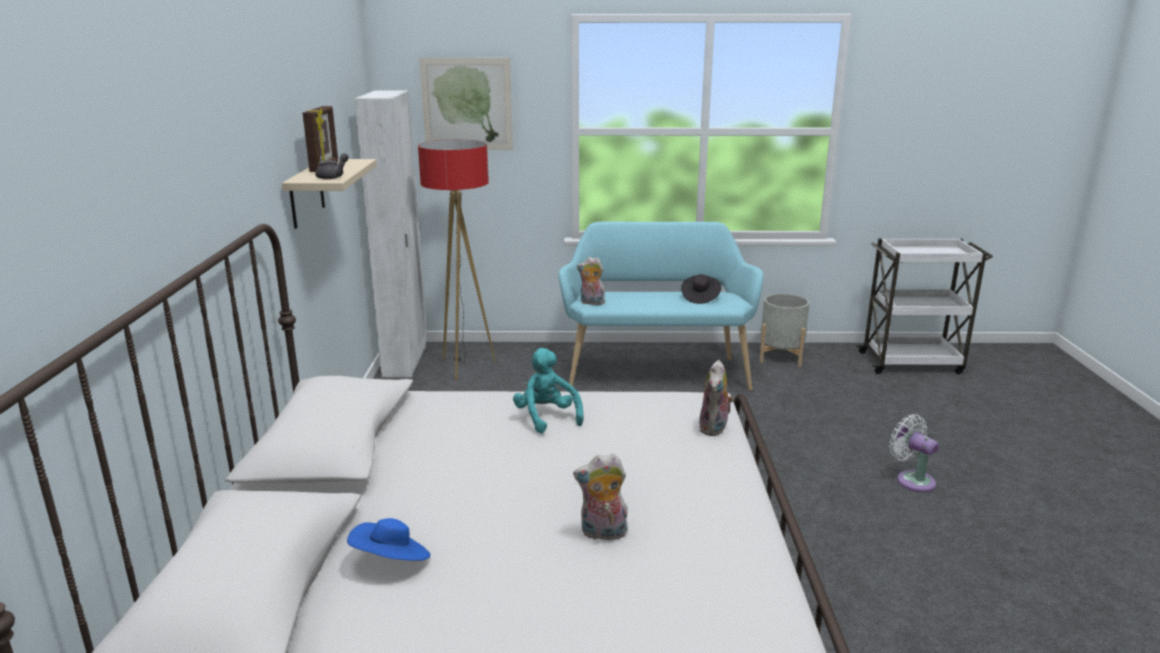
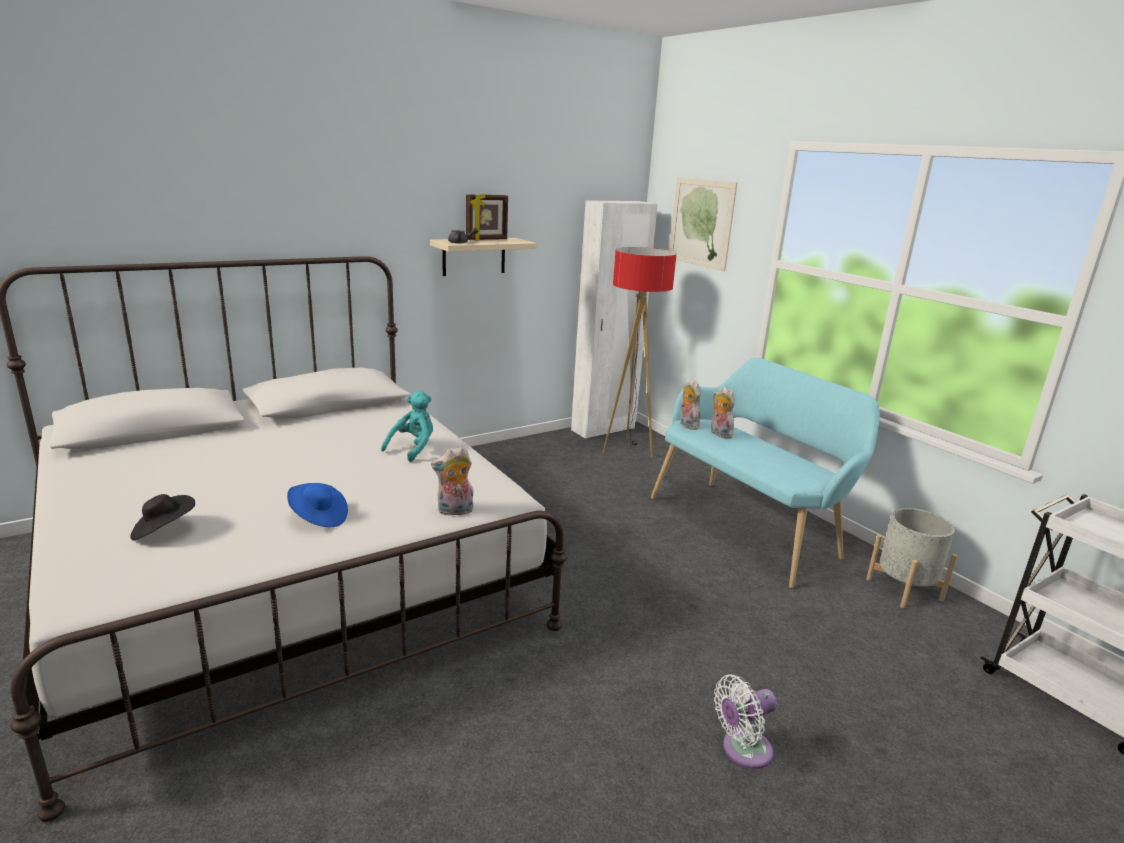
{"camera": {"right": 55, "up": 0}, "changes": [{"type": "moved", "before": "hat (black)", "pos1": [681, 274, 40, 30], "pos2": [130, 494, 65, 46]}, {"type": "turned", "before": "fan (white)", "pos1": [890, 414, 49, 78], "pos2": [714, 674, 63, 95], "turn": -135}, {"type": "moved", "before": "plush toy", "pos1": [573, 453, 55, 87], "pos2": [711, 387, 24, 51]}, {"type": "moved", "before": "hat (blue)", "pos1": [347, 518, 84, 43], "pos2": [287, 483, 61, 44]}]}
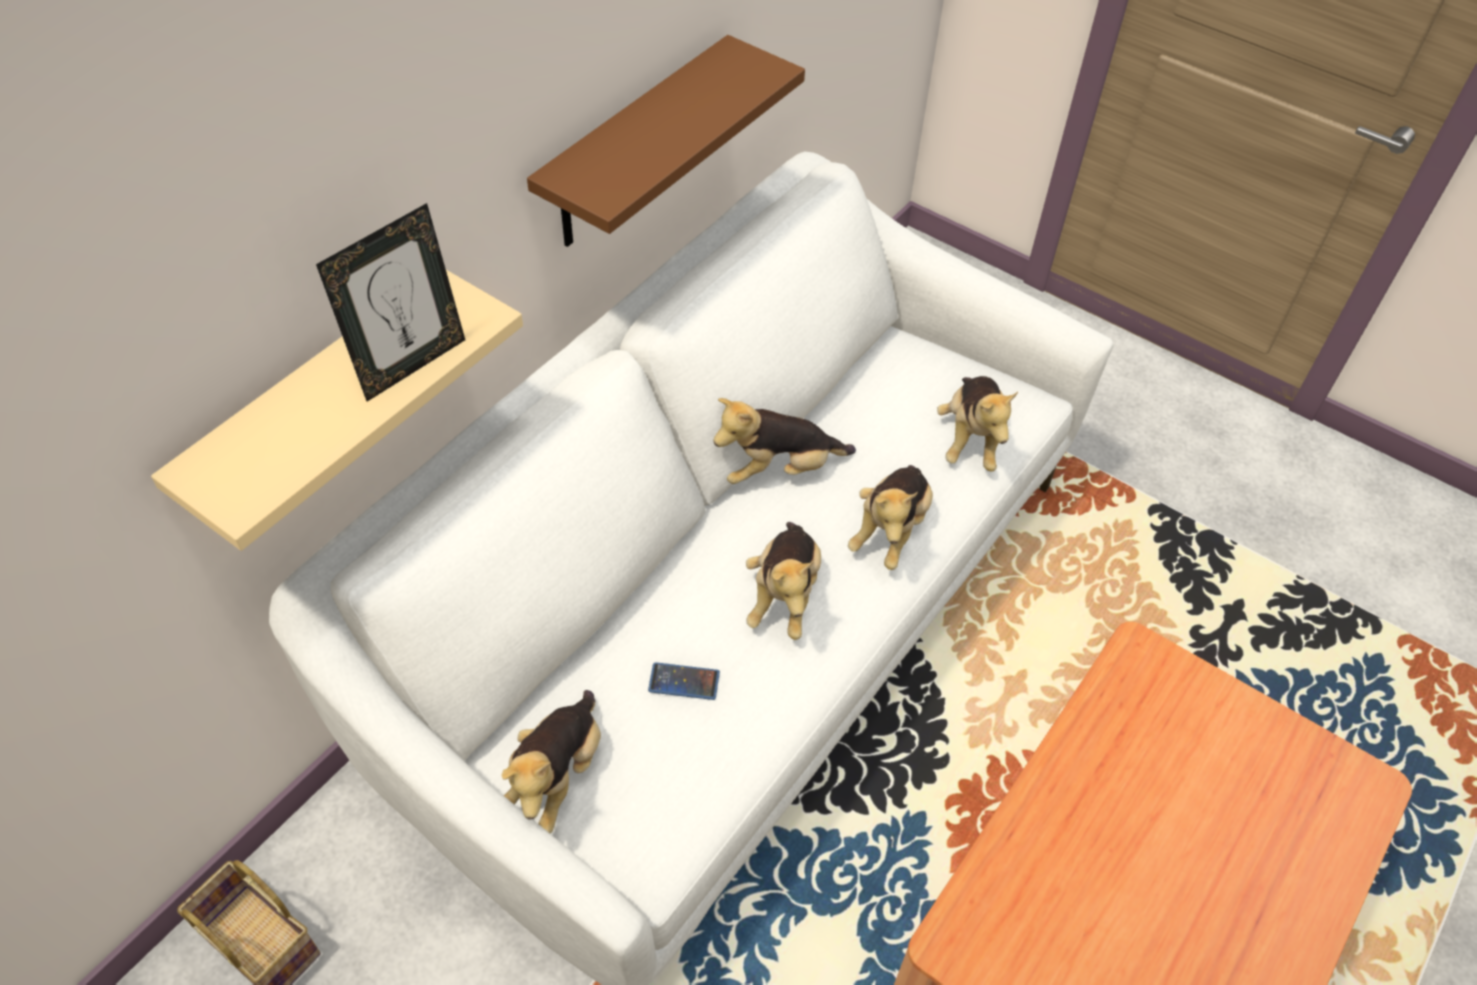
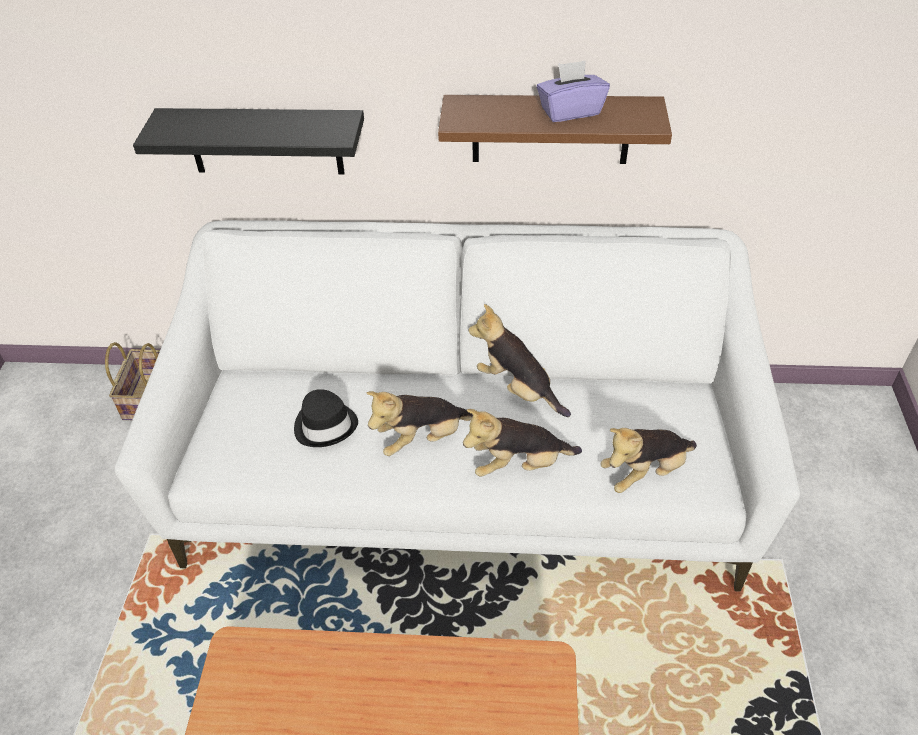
{"camera": {"right": 60, "up": -5}, "changes": [{"type": "removed", "before": "picture frame", "pos1": [316, 203, 149, 198]}, {"type": "recoloured", "before": "shelf (beige)", "after": "shelf (black)", "pos1": [151, 270, 372, 281], "pos2": [133, 108, 231, 67]}, {"type": "replaced", "before": "phone", "after": "hat (black)", "pos1": [648, 662, 72, 38], "pos2": [294, 389, 64, 58]}, {"type": "removed", "before": "plush toy", "pos1": [502, 690, 99, 143]}, {"type": "added", "after": "tissue box (purple)", "pos2": [537, 60, 73, 62]}]}
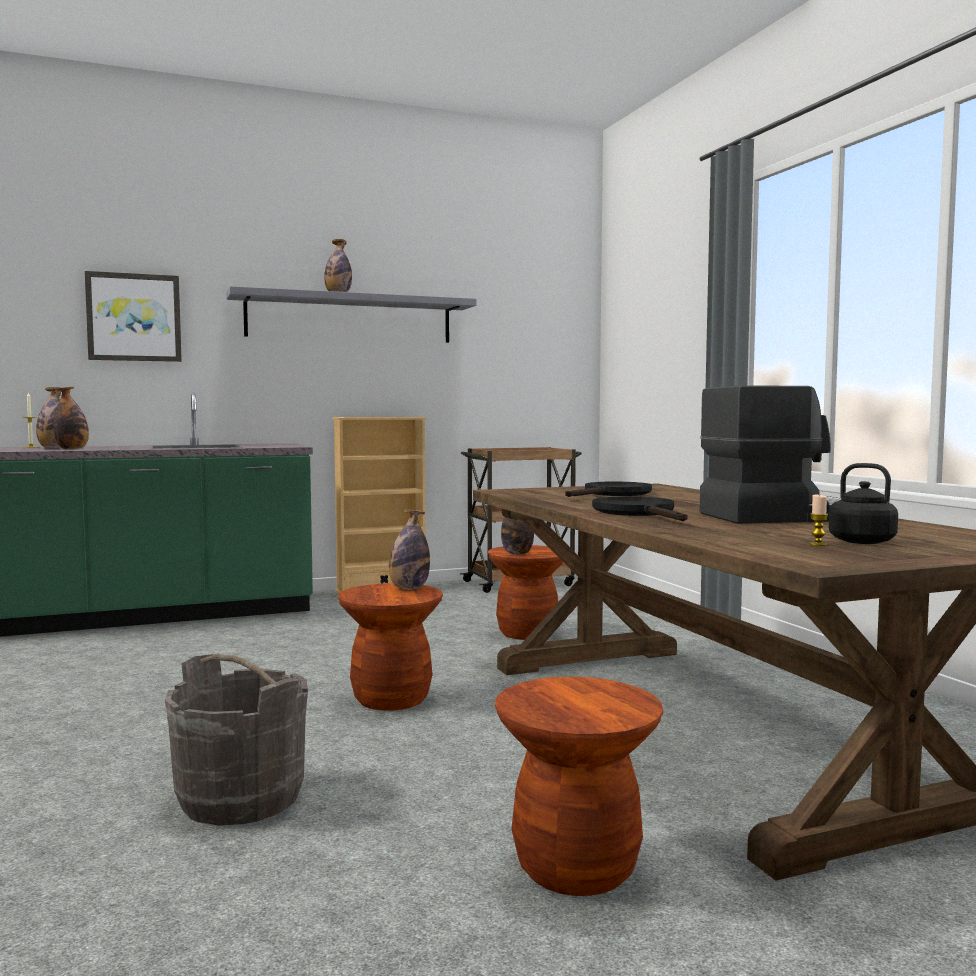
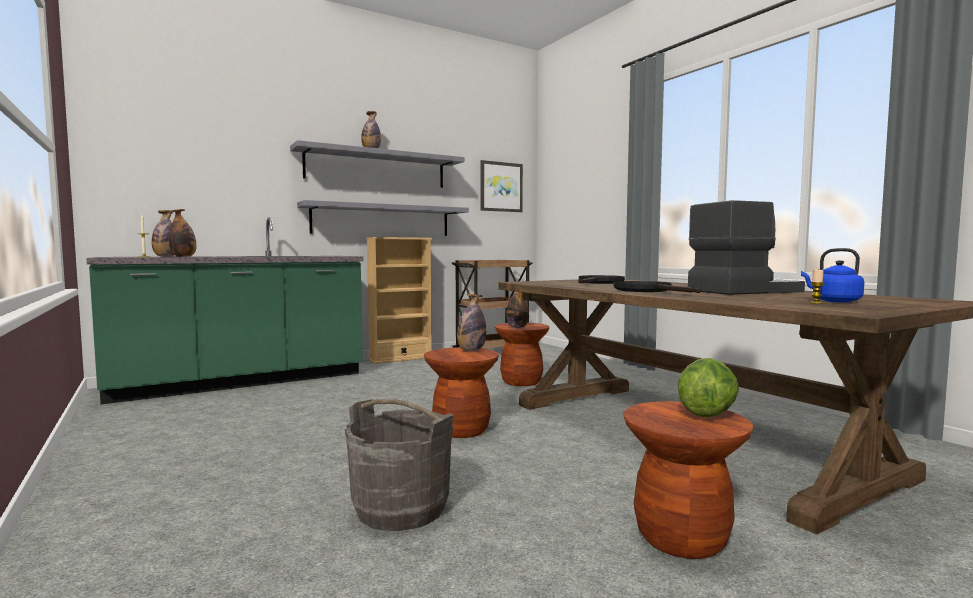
{"camera": {"right": -10, "up": 0}, "changes": [{"type": "moved", "before": "picture", "pos1": [85, 271, 97, 91], "pos2": [480, 160, 43, 52]}, {"type": "recoloured", "before": "kettle (black)", "after": "kettle (blue)", "pos1": [818, 463, 80, 81], "pos2": [801, 248, 63, 54]}, {"type": "added", "after": "shelf (grey)", "pos2": [297, 200, 172, 36]}, {"type": "added", "after": "lettuce", "pos2": [677, 358, 62, 59]}]}
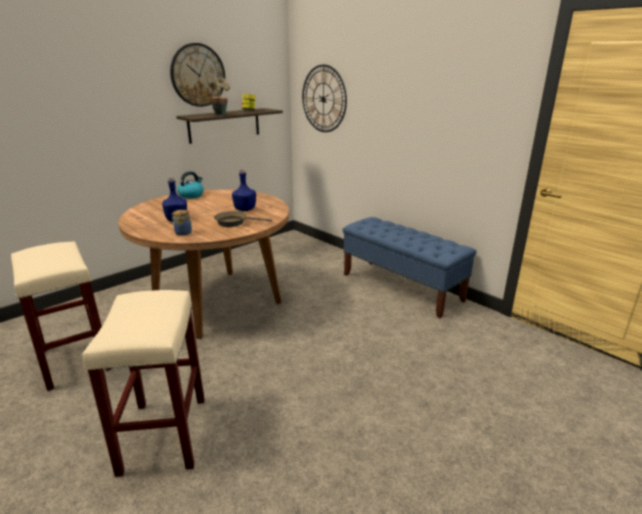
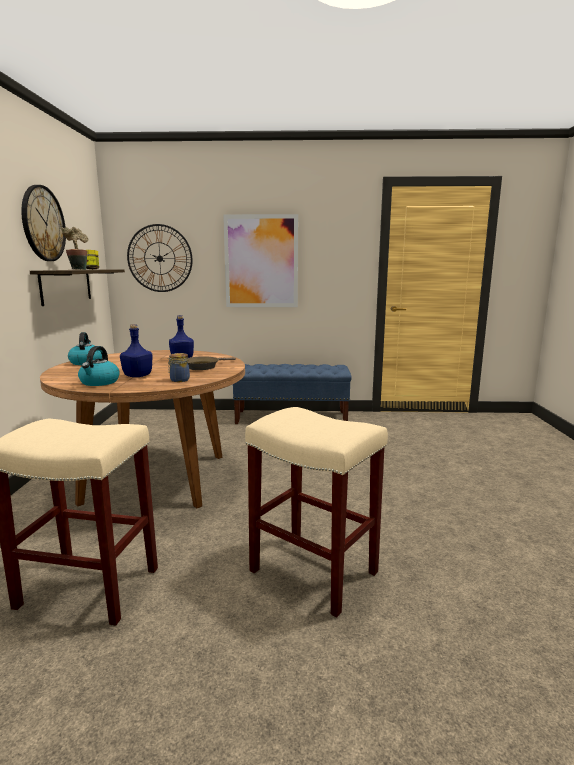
{"camera": {"right": -45, "up": -10}, "changes": [{"type": "added", "after": "picture", "pos2": [223, 214, 75, 93]}, {"type": "added", "after": "kettle", "pos2": [78, 346, 42, 40]}]}
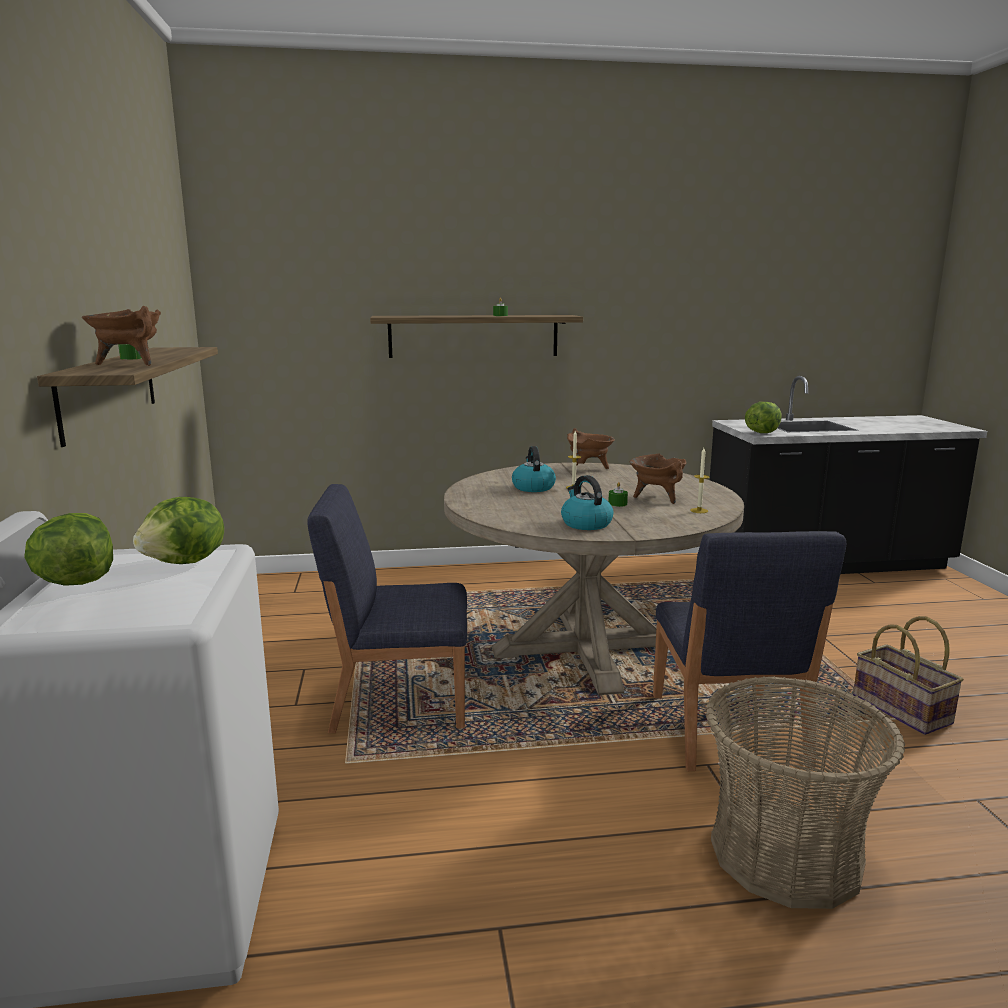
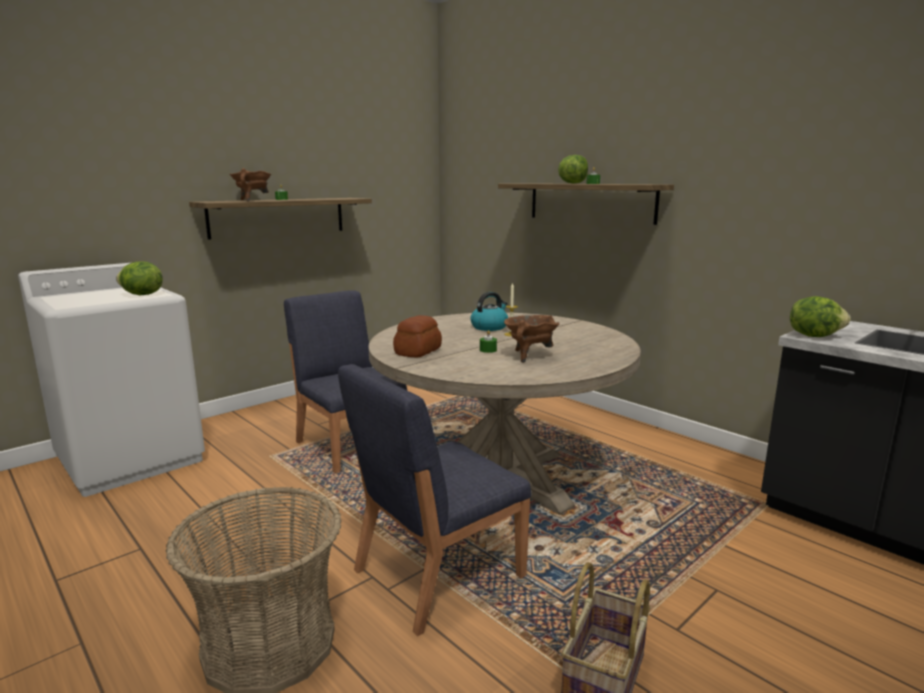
{"camera": {"right": 55, "up": 0}, "changes": [{"type": "removed", "before": "cooking pot (brown)", "pos1": [567, 428, 48, 41]}, {"type": "removed", "before": "candle", "pos1": [690, 448, 19, 65]}, {"type": "replaced", "before": "kettle", "after": "bread", "pos1": [561, 475, 52, 55], "pos2": [393, 315, 49, 42]}, {"type": "moved", "before": "lettuce", "pos1": [24, 513, 89, 73], "pos2": [558, 155, 30, 29]}]}
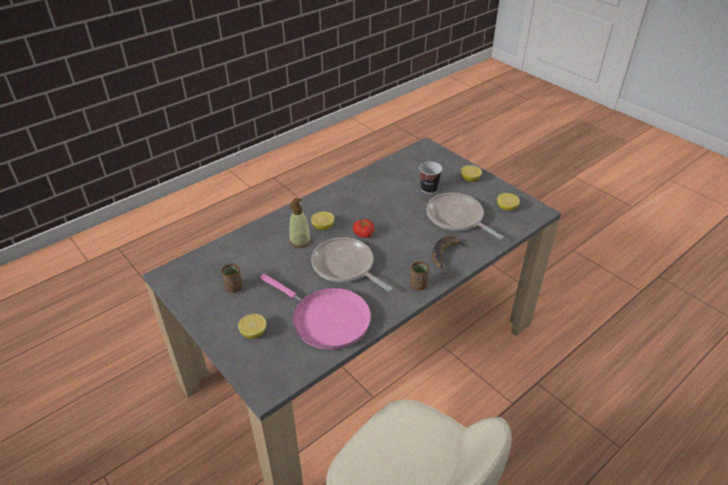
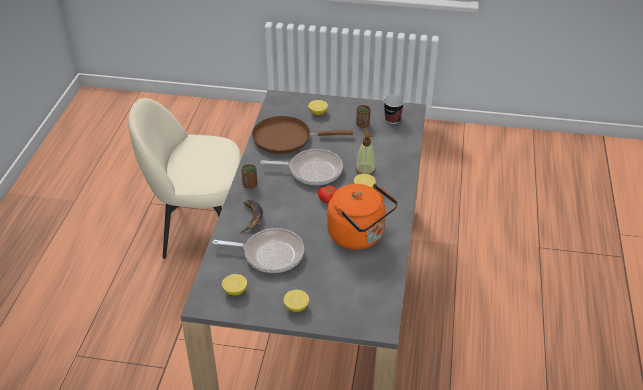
{"camera": {"right": 140, "up": 0}, "changes": [{"type": "moved", "before": "cup", "pos1": [419, 162, 24, 32], "pos2": [383, 95, 22, 29]}, {"type": "recoloured", "before": "frying pan (pink)", "after": "frying pan (brown)", "pos1": [260, 274, 111, 76], "pos2": [252, 116, 101, 38]}, {"type": "added", "after": "kettle (orange)", "pos2": [327, 184, 71, 66]}]}
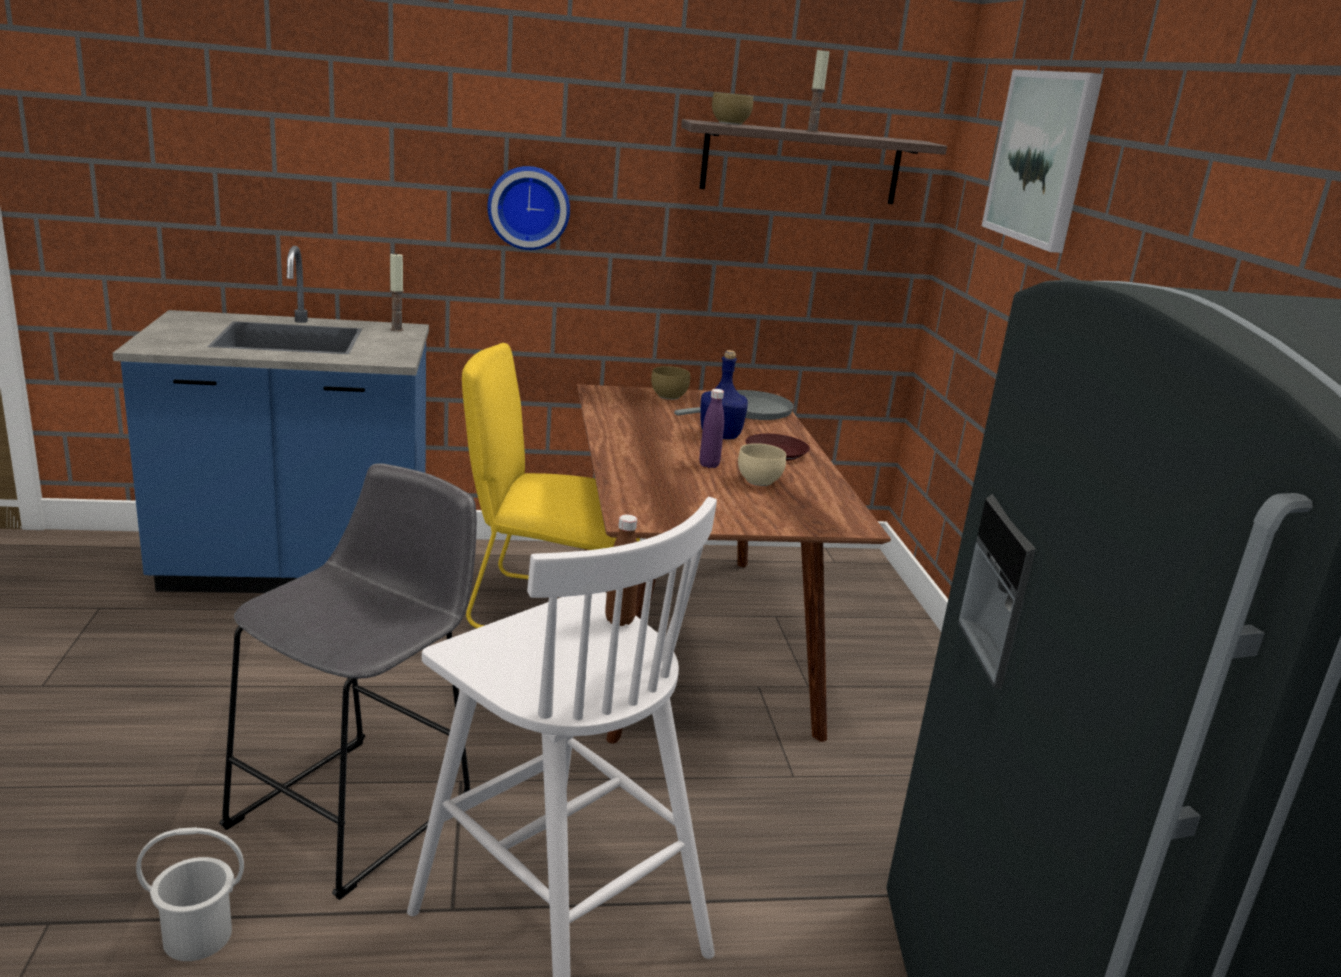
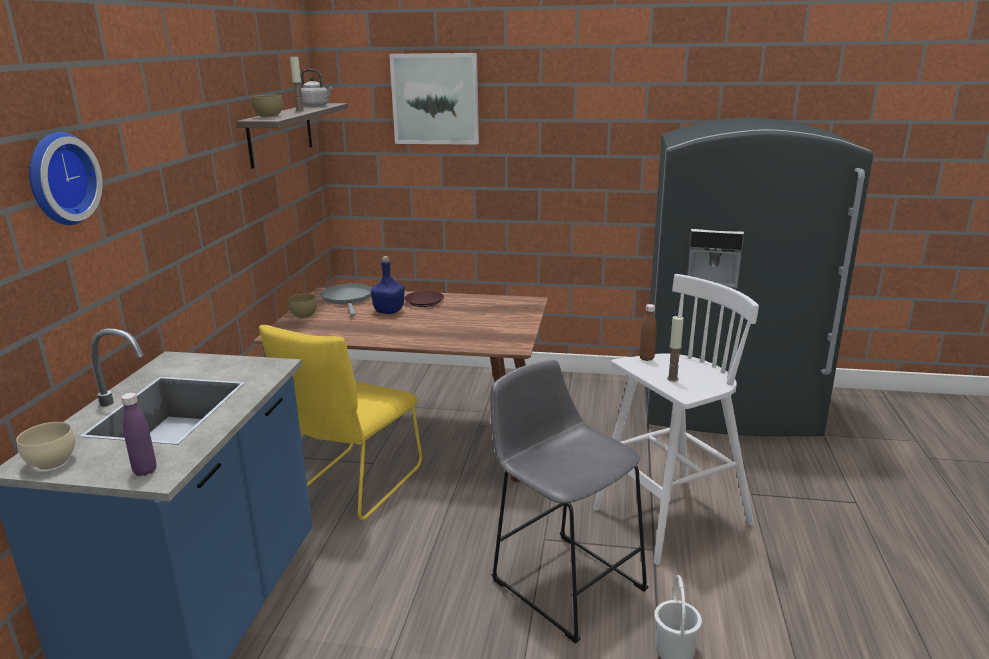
{"camera": {"right": -70, "up": 0}, "changes": [{"type": "moved", "before": "wall clock", "pos1": [487, 166, 83, 84], "pos2": [29, 132, 73, 93]}, {"type": "moved", "before": "candle", "pos1": [390, 252, 14, 79], "pos2": [667, 316, 17, 66]}, {"type": "moved", "before": "bottle (purple)", "pos1": [699, 389, 25, 79], "pos2": [121, 393, 35, 83]}, {"type": "moved", "before": "bowl (beige)", "pos1": [738, 443, 48, 43], "pos2": [16, 422, 59, 47]}, {"type": "added", "after": "kettle (grey)", "pos2": [301, 69, 32, 38]}]}
